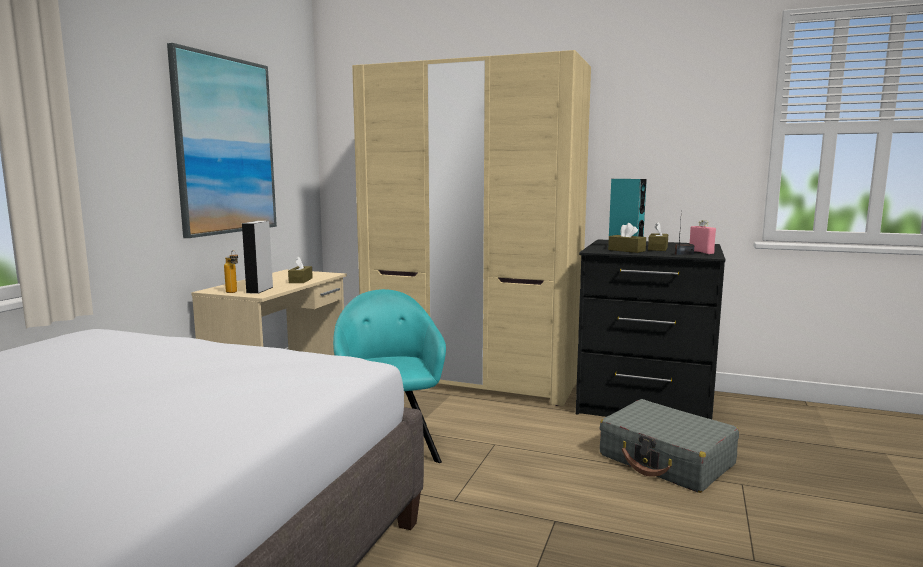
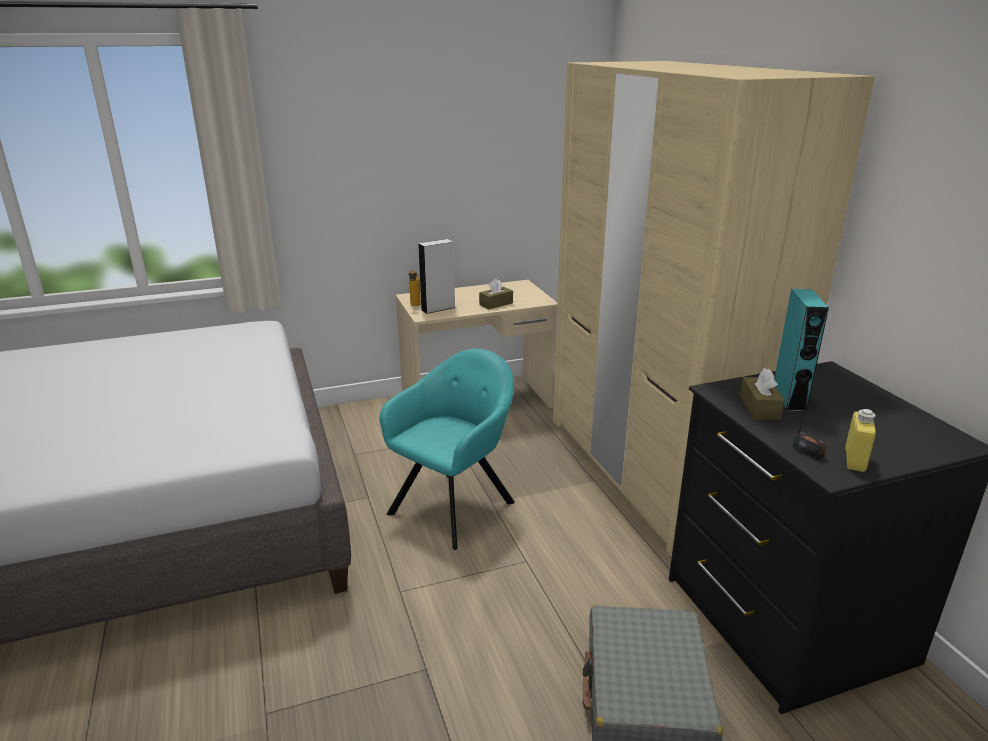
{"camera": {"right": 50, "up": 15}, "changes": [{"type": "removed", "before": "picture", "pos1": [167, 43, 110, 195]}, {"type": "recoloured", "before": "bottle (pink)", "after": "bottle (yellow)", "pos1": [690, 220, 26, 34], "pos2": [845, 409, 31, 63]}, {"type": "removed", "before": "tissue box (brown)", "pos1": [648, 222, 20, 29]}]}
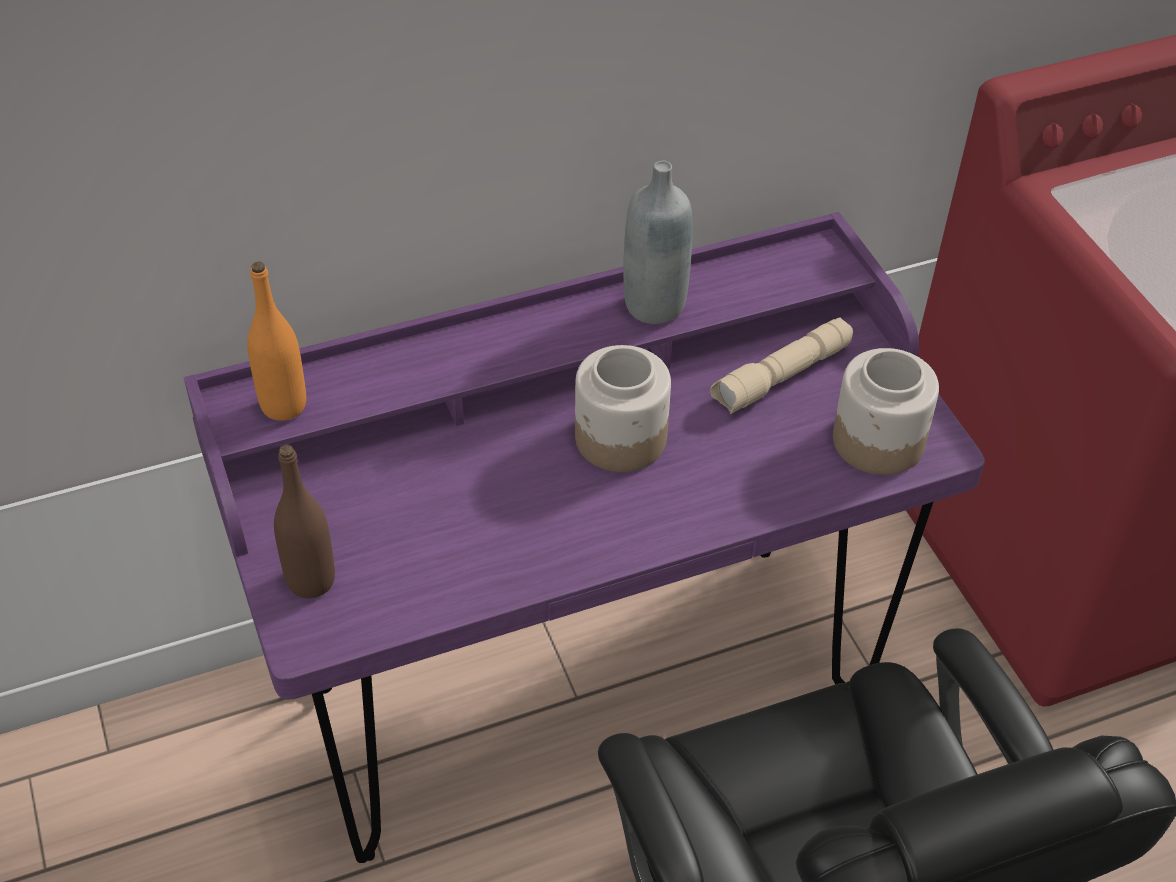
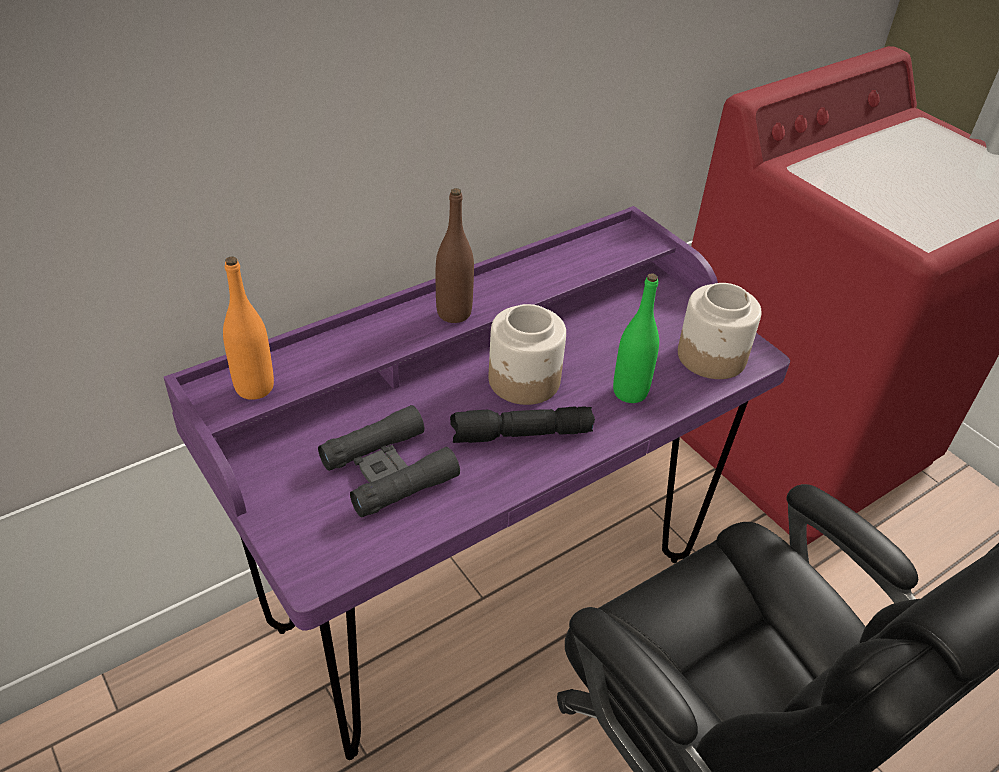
{"camera": {"right": -15, "up": -5}, "changes": [{"type": "removed", "before": "bottle (grey)", "pos1": [623, 161, 70, 163]}, {"type": "removed", "before": "flashlight (beige)", "pos1": [710, 317, 143, 97]}, {"type": "moved", "before": "bottle (brown)", "pos1": [274, 445, 61, 153], "pos2": [436, 188, 38, 135]}, {"type": "added", "after": "bottle (green)", "pos2": [613, 273, 46, 130]}, {"type": "added", "after": "binoculars (black)", "pos2": [318, 405, 142, 113]}, {"type": "added", "after": "flashlight (black)", "pos2": [450, 406, 145, 37]}]}
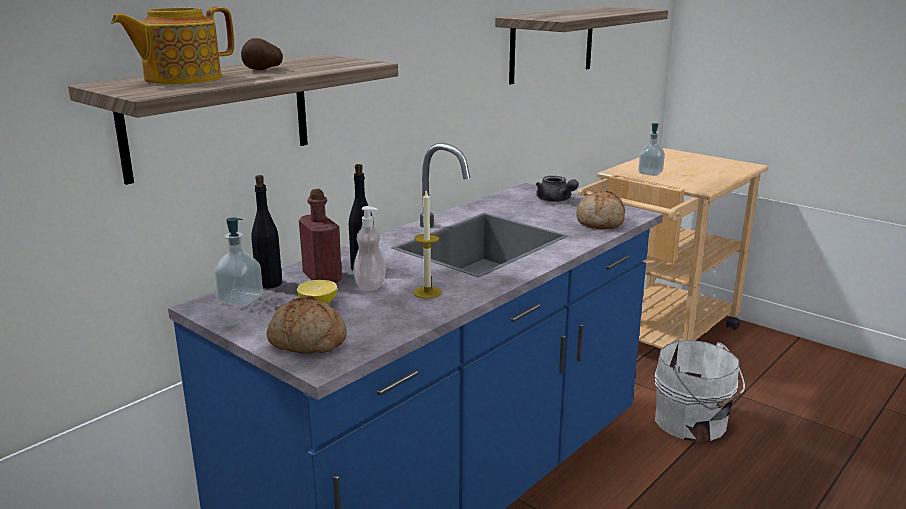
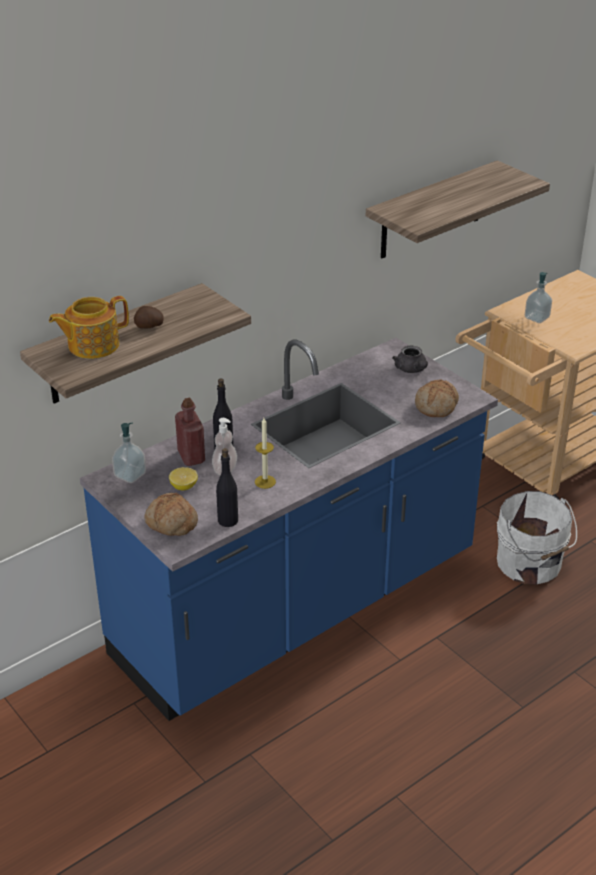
{"camera": {"right": 10, "up": 15}, "changes": [{"type": "moved", "before": "bottle (black)", "pos1": [251, 175, 31, 114], "pos2": [216, 448, 22, 79]}]}
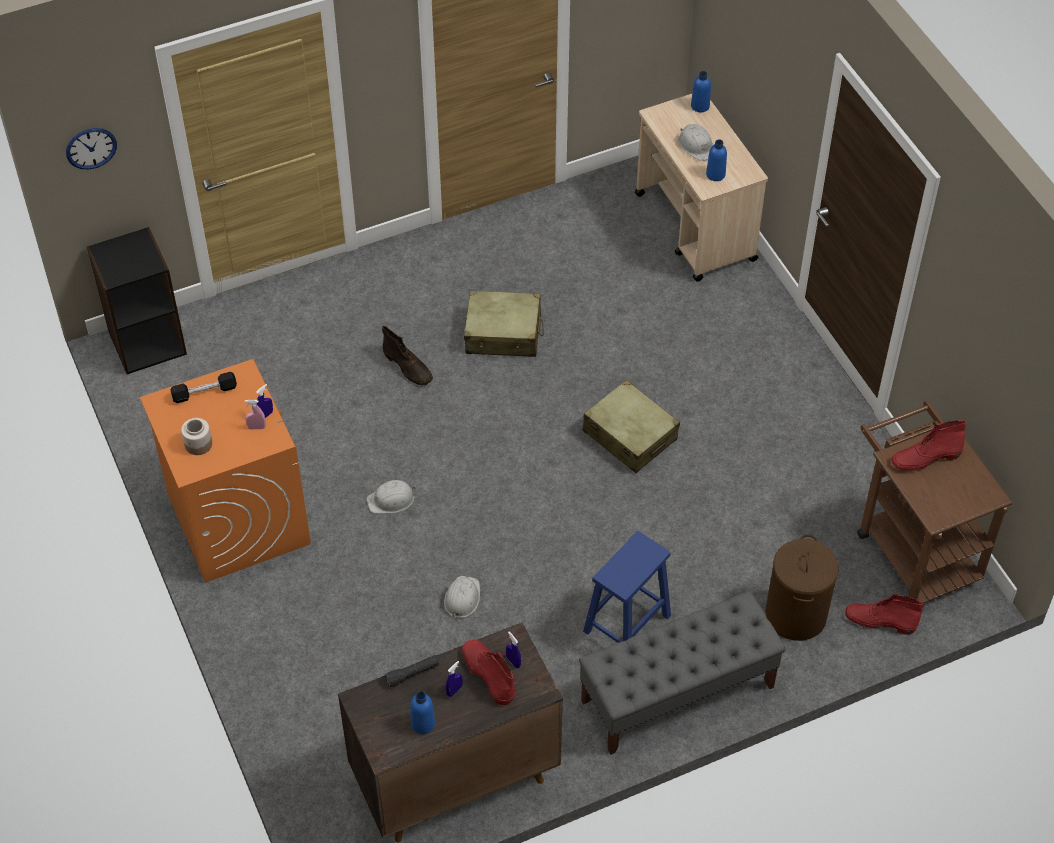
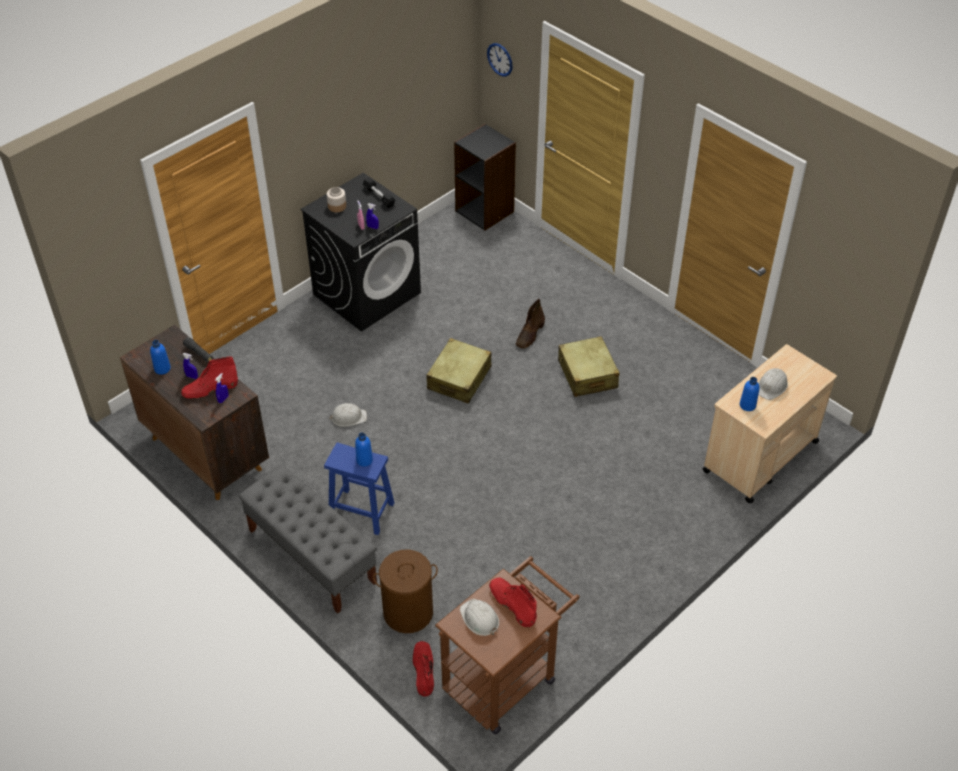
{"camera": {"right": 70, "up": -5}, "changes": [{"type": "moved", "before": "bottle (blue)", "pos1": [691, 71, 20, 41], "pos2": [355, 432, 18, 35]}, {"type": "recoloured", "before": "washing machine (orange)", "after": "washing machine (black)", "pos1": [140, 359, 171, 224], "pos2": [301, 173, 120, 159]}, {"type": "moved", "before": "suitcase (beige)", "pos1": [583, 380, 97, 93], "pos2": [427, 338, 64, 66]}, {"type": "moved", "before": "hard hat (white)", "pos1": [367, 480, 49, 34], "pos2": [460, 599, 39, 37]}, {"type": "turned", "before": "boot (red)", "pos1": [462, 639, 53, 66], "pos2": [181, 356, 57, 43], "turn": -150}]}
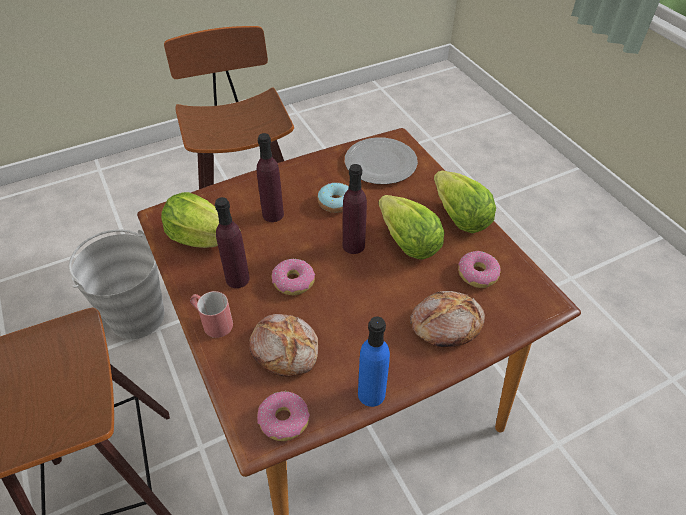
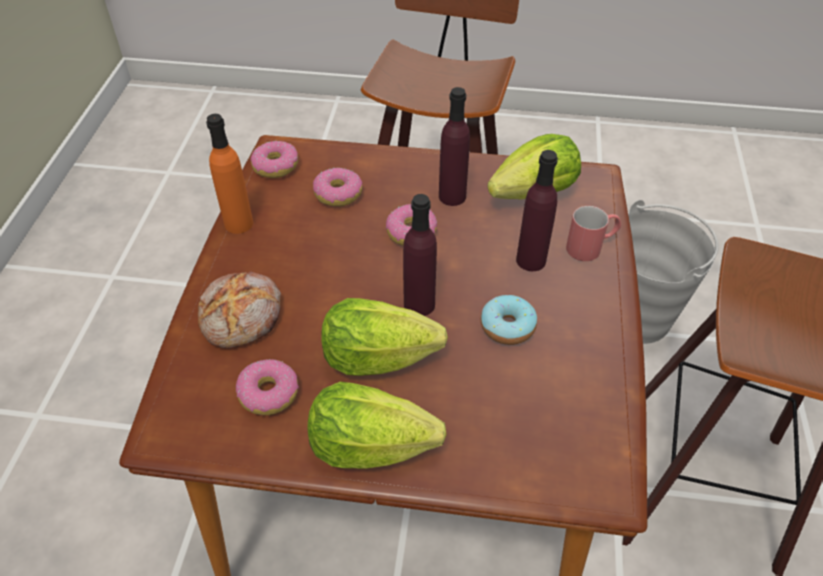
{"camera": {"right": 125, "up": 0}, "changes": [{"type": "removed", "before": "plate", "pos1": [345, 137, 73, 47]}, {"type": "moved", "before": "mug (red)", "pos1": [190, 291, 43, 47], "pos2": [566, 206, 55, 55]}, {"type": "replaced", "before": "bread", "after": "donut", "pos1": [249, 314, 69, 62], "pos2": [313, 168, 50, 39]}, {"type": "recoloured", "before": "bottle (blue)", "after": "bottle (orange)", "pos1": [358, 316, 32, 91], "pos2": [206, 114, 47, 120]}]}
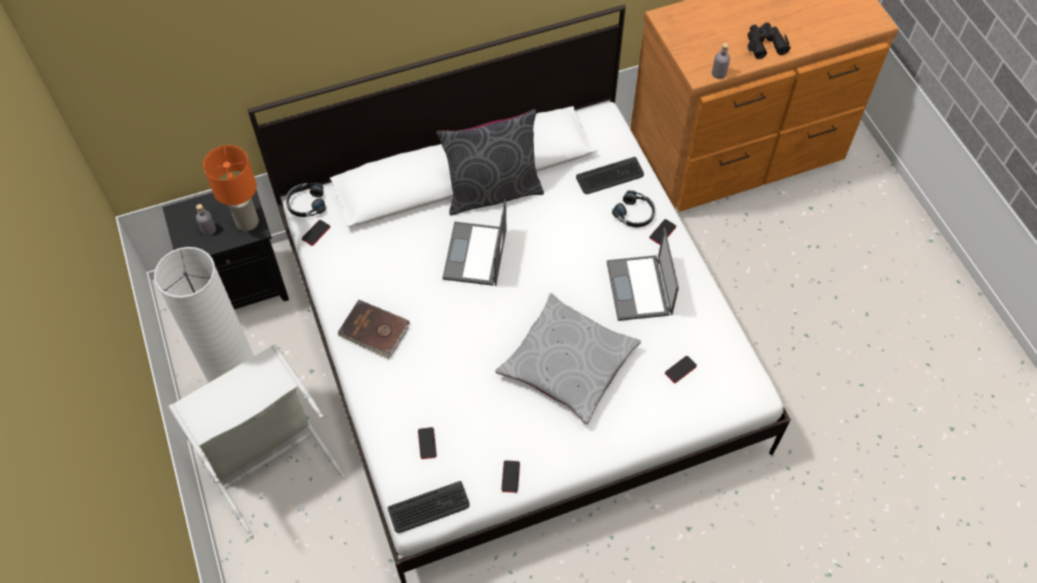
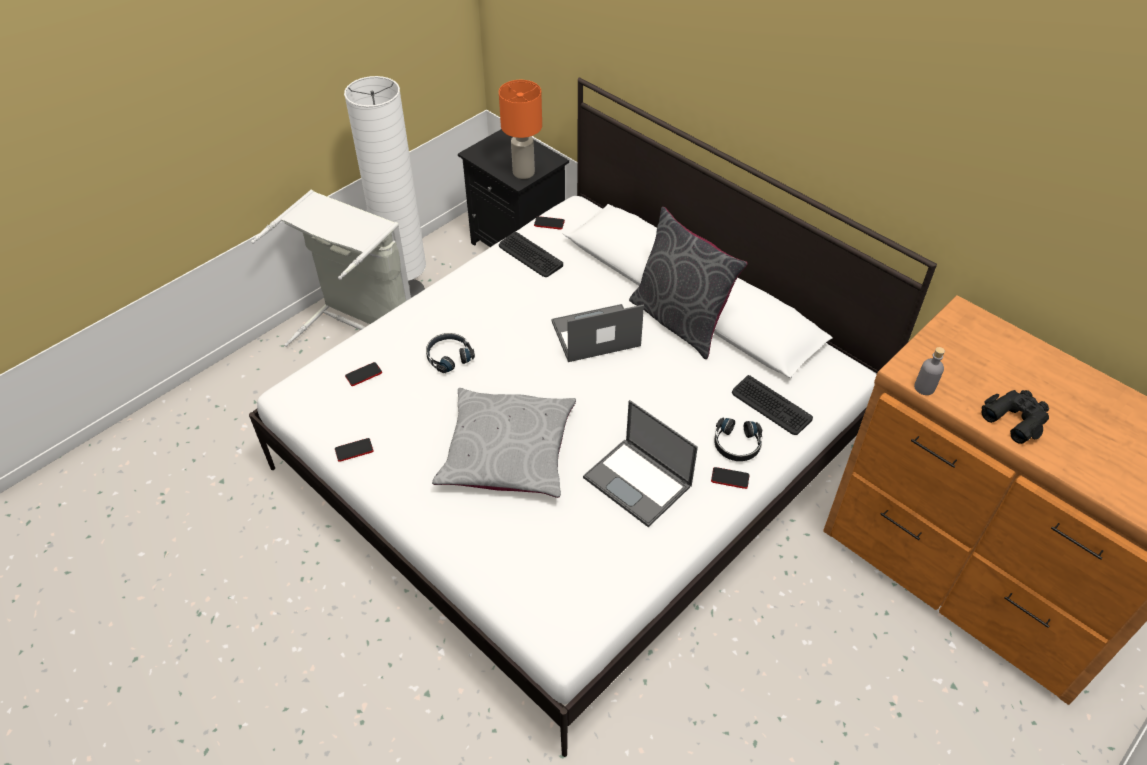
{"camera": {"right": 65, "up": -10}, "changes": [{"type": "moved", "before": "headphones (black)", "pos1": [286, 183, 40, 34], "pos2": [426, 333, 49, 40]}, {"type": "removed", "before": "bottle (grey)", "pos1": [196, 204, 20, 32]}, {"type": "turned", "before": "laptop", "pos1": [607, 228, 72, 93], "pos2": [583, 400, 115, 127], "turn": -105}, {"type": "removed", "before": "book (brown)", "pos1": [337, 300, 73, 59]}, {"type": "removed", "before": "phone", "pos1": [665, 356, 32, 27]}, {"type": "moved", "before": "keyboard", "pos1": [388, 481, 82, 52], "pos2": [499, 232, 64, 45]}]}
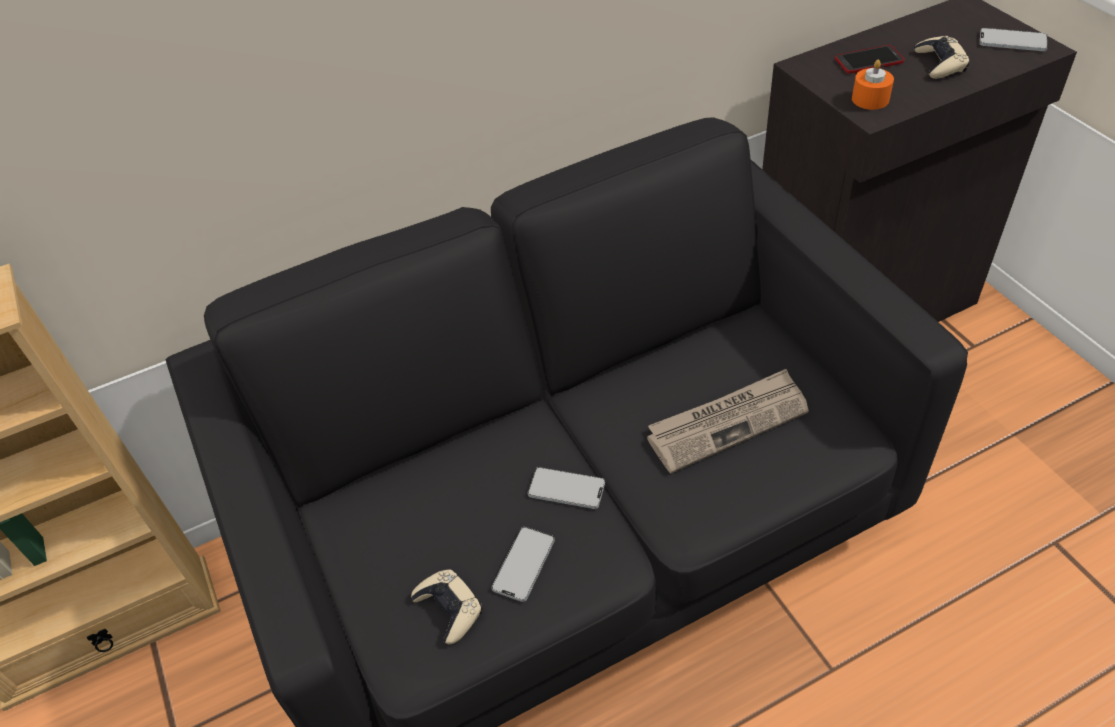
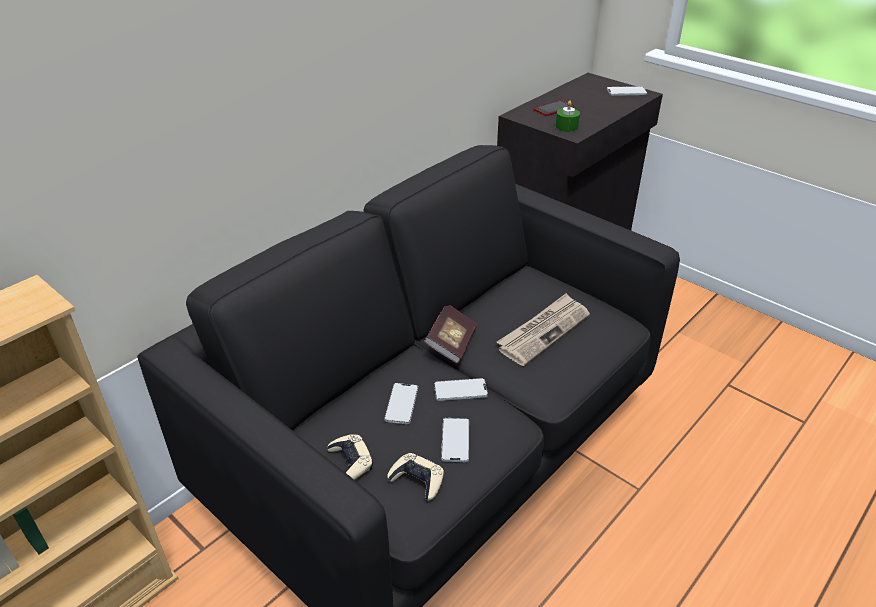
{"camera": {"right": -25, "up": -10}, "changes": [{"type": "moved", "before": "game controller (beige)", "pos1": [914, 36, 56, 43], "pos2": [327, 434, 46, 46]}, {"type": "recoloured", "before": "candle (orange)", "after": "candle (green)", "pos1": [852, 60, 42, 50], "pos2": [555, 101, 25, 31]}, {"type": "added", "after": "book", "pos2": [424, 305, 53, 59]}, {"type": "added", "after": "phone", "pos2": [384, 383, 34, 41]}]}
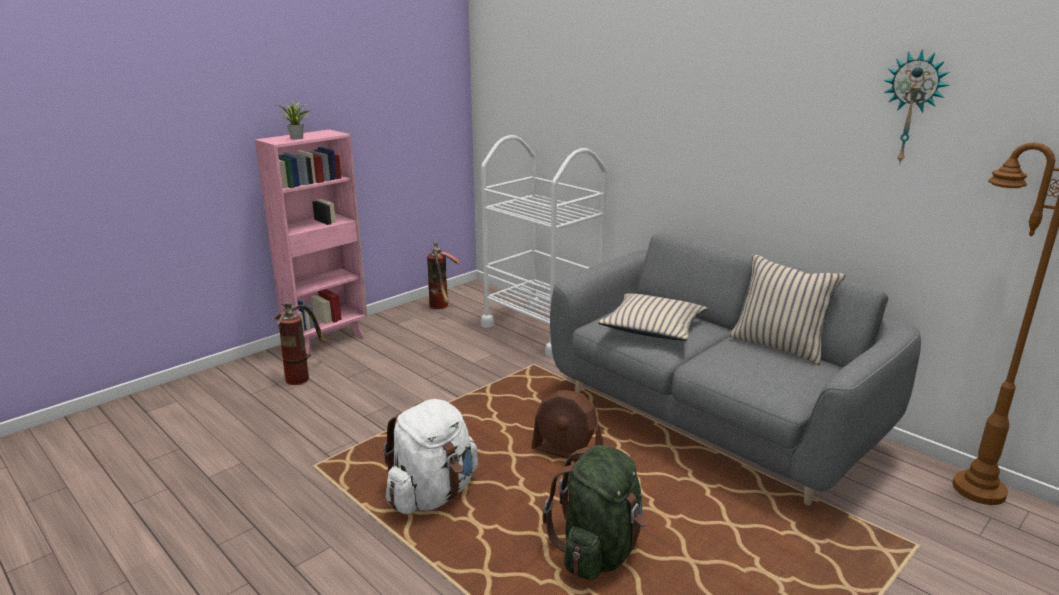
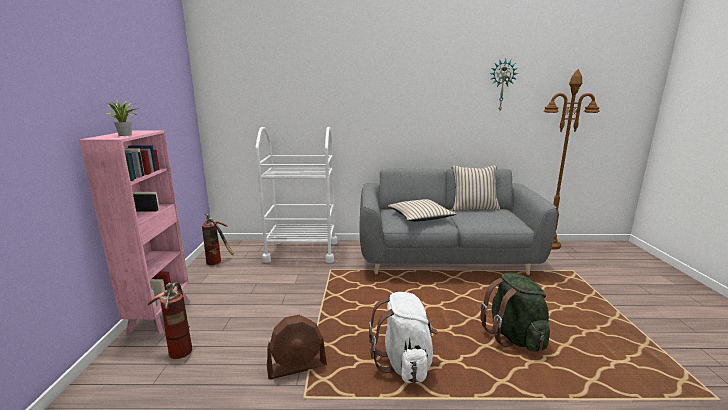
{"camera": {"right": -45, "up": -5}, "changes": [{"type": "moved", "before": "fan (brown)", "pos1": [531, 390, 72, 71], "pos2": [267, 315, 60, 64]}]}
